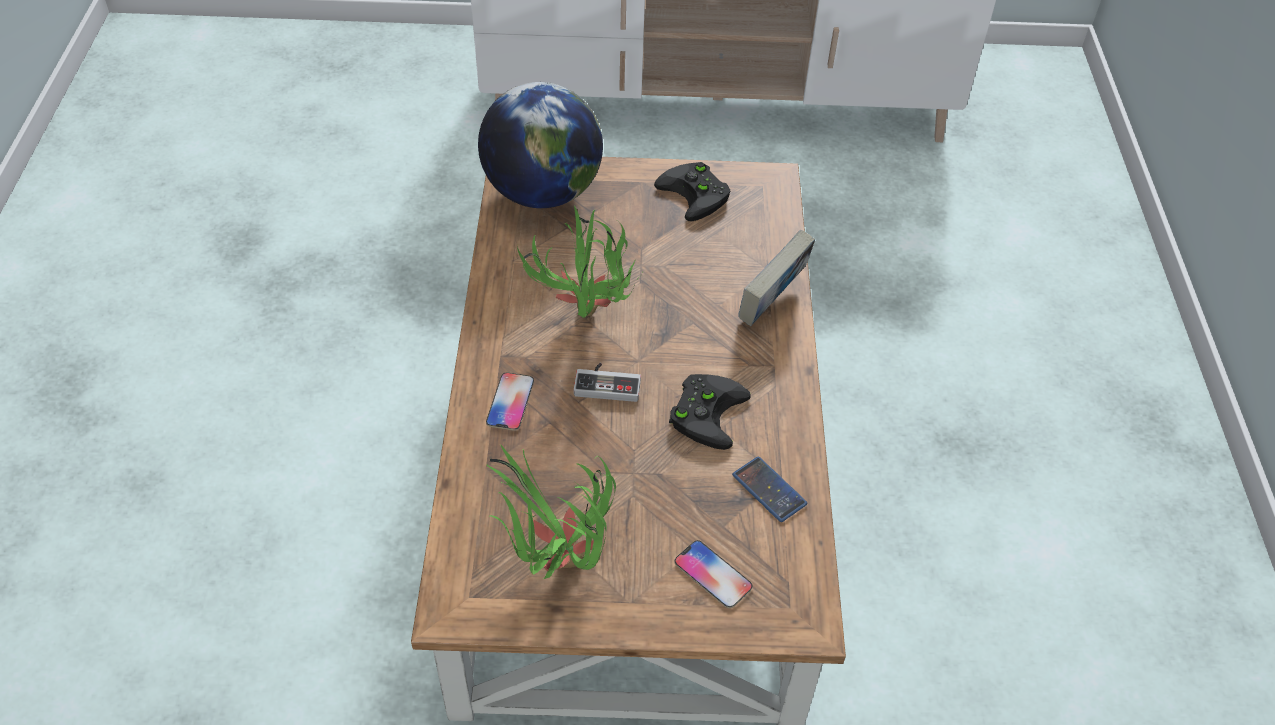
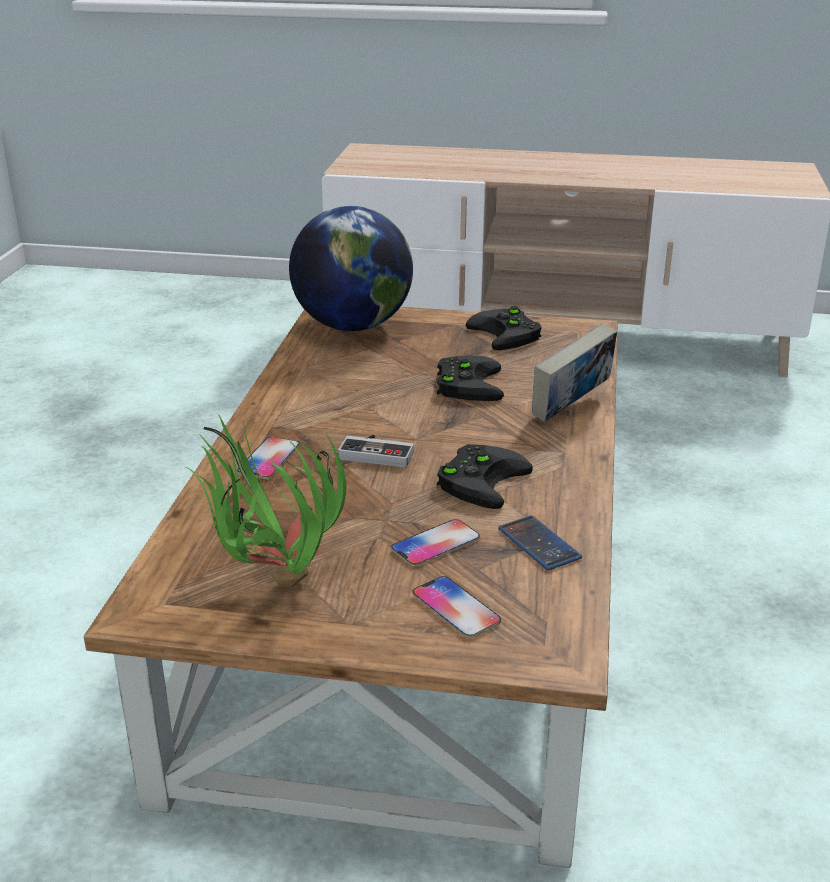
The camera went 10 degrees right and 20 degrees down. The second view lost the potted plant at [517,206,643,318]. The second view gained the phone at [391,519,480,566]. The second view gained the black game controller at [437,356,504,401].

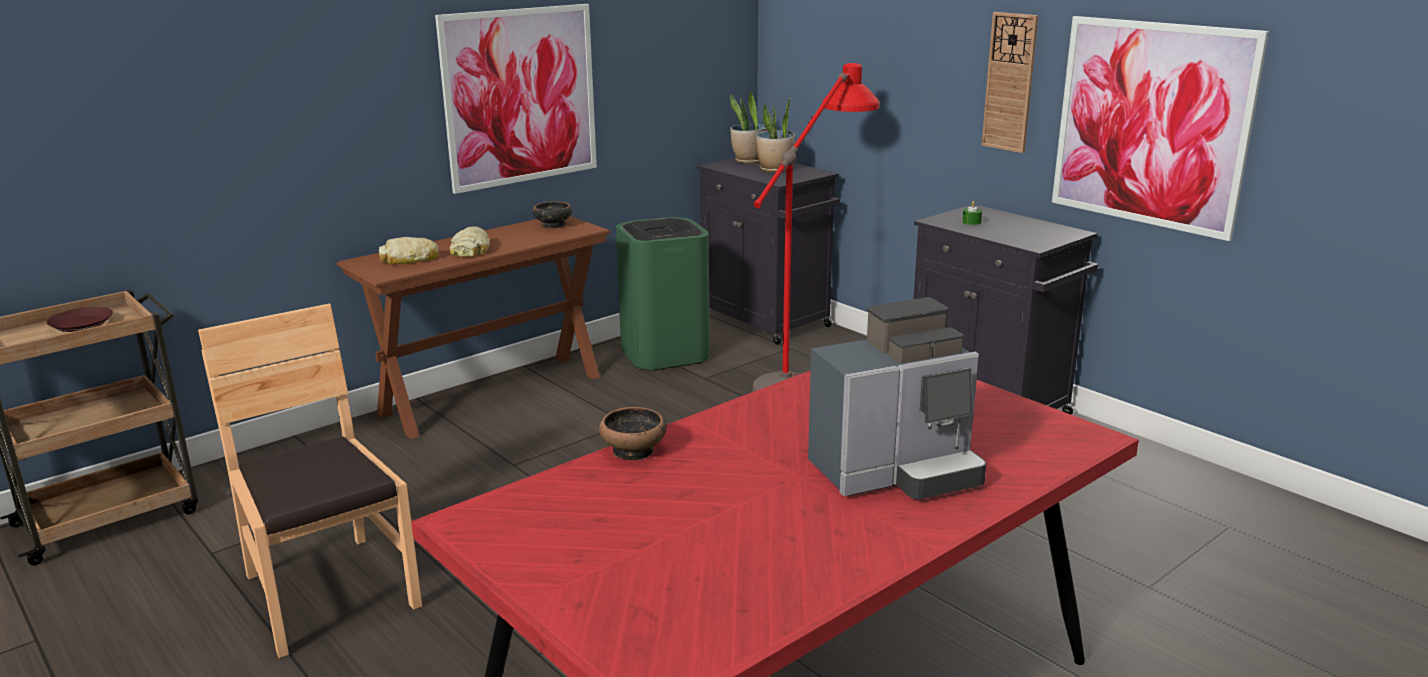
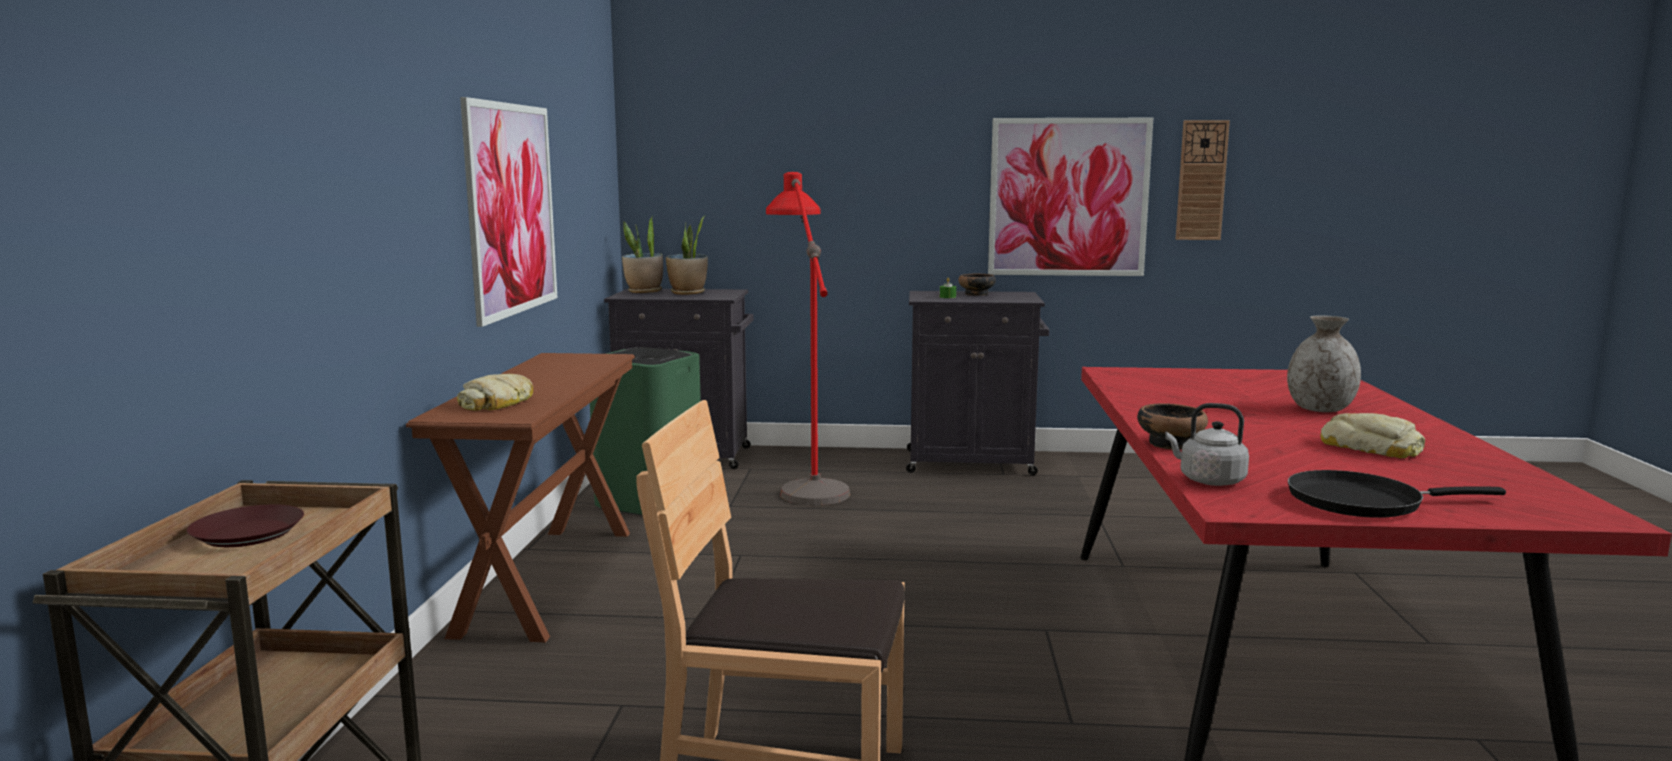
The camera went 45 degrees left and 10 degrees down. The second view gained the grey kettle at [1165,403,1249,486]. The second view gained the black frying pan at [1288,470,1506,518]. The bread ended up elsewhere, having gone from [450,226,490,257] to [1320,413,1425,458]. The bowl ended up elsewhere, having gone from [533,201,572,228] to [958,274,996,296]. The wall clock ended up elsewhere, having gone from [982,12,1038,153] to [1176,120,1230,240]. Where the coffee machine stood at [808,297,986,499], the grey vase came to stand at [1287,316,1361,412].

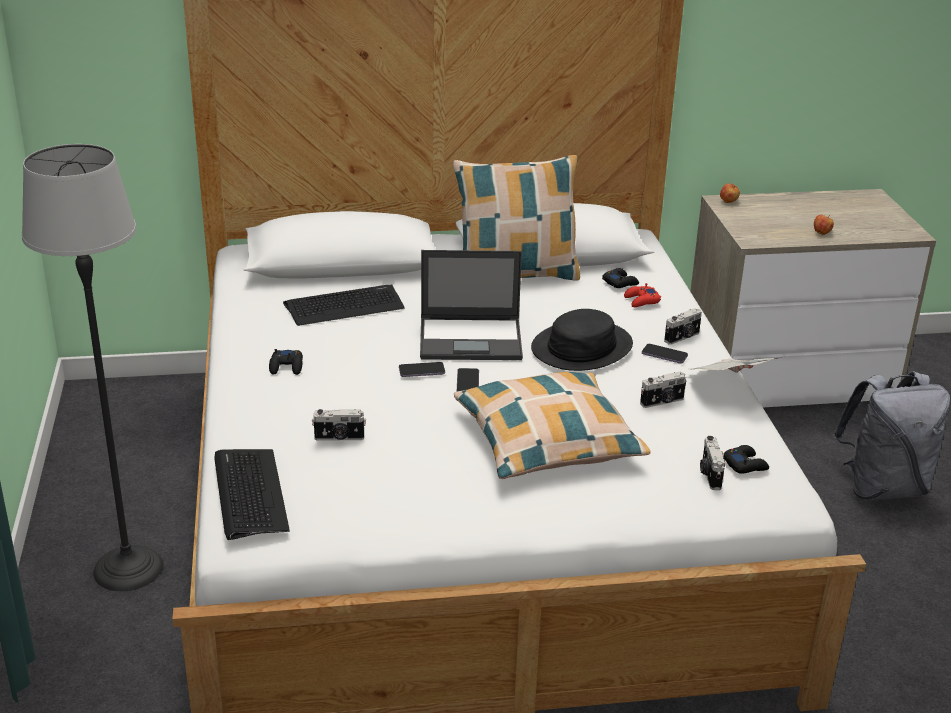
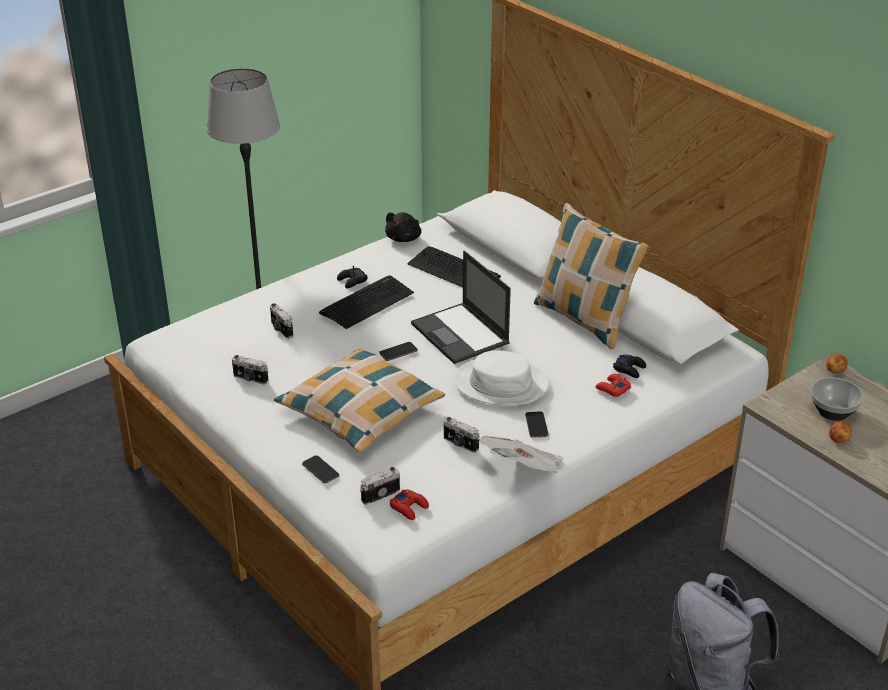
The camera went 60 degrees right and 5 degrees up. The second view gained the black plush toy at [385,213,421,242]. The second view gained the bowl at [811,378,864,421]. The keyboard ended up elsewhere, having gone from [214,449,290,540] to [319,275,414,329]. The phone ended up elsewhere, having gone from [399,362,445,377] to [302,455,339,484]. The photo camera ended up elsewhere, having gone from [664,308,702,345] to [232,355,269,385]. What was the black hat at [531,309,633,371] turned into the white hat at [454,351,548,405]. What was the black game controller at [723,445,769,474] turned into the red game controller at [390,489,429,520].

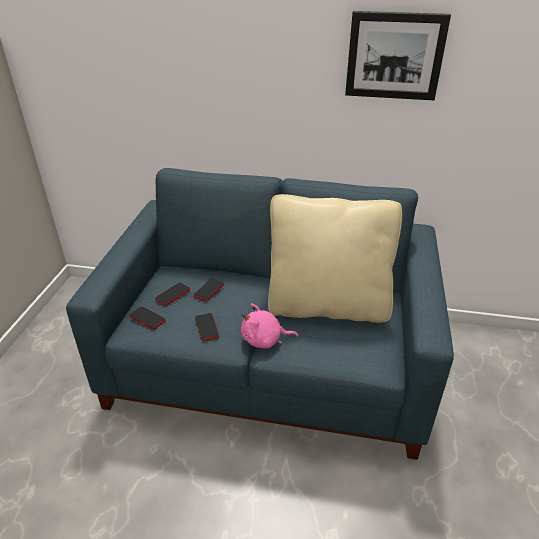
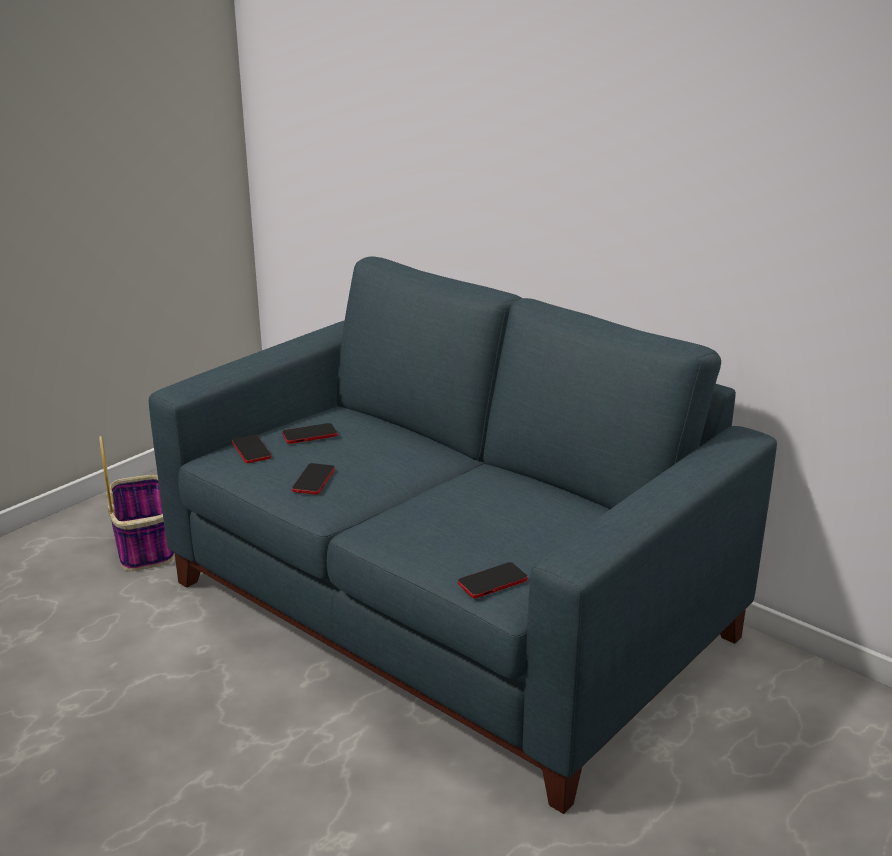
The camera went 30 degrees right and 10 degrees down. The second view lost the pink plush toy at [241,303,298,348]. The second view lost the beige pillow at [268,194,402,323]. The second view lost the picture at [345,11,451,100]. The second view gained the basket at [99,436,175,571]. The phone ended up elsewhere, having gone from [193,278,224,302] to [458,562,528,598].

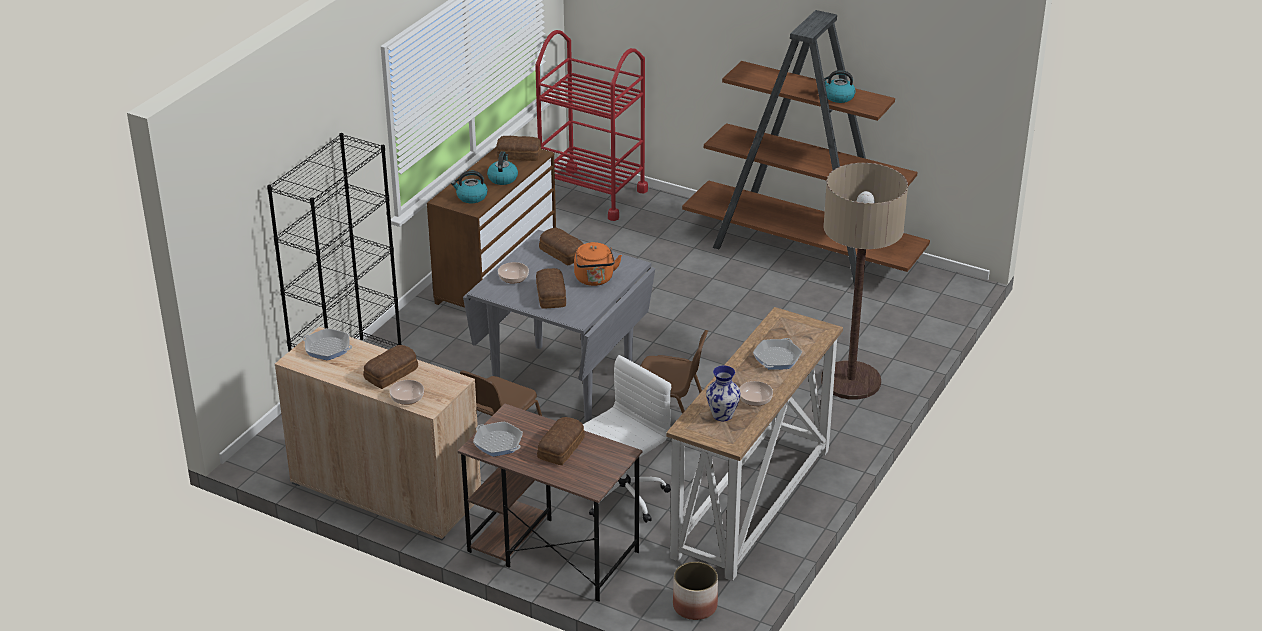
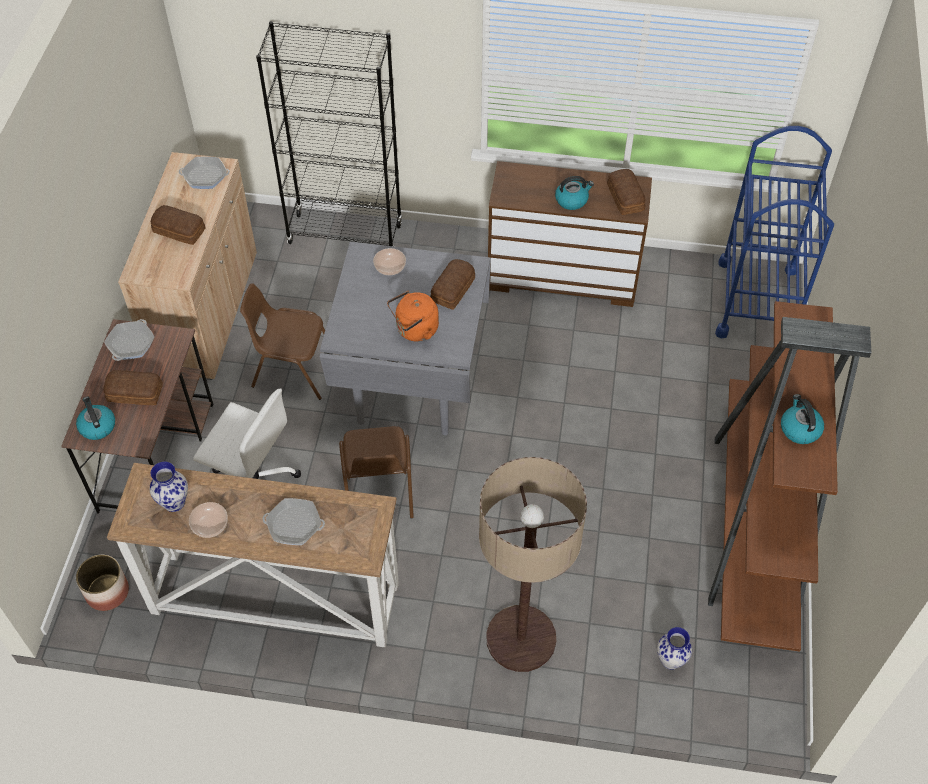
The camera went 70 degrees right and 20 degrees up. The second view lost the bowl at [389,380,424,405]. The second view lost the bread at [536,268,566,309]. The second view gained the vase at [657,627,692,670]. The kettle ended up elsewhere, having gone from [451,171,488,203] to [76,396,115,440]. What was the red cart at [535,30,648,221] turned into the blue cart at [715,126,834,339]. The frying pan at [302,328,352,360] ended up facing another way, 90 degrees counterclockwise from before.

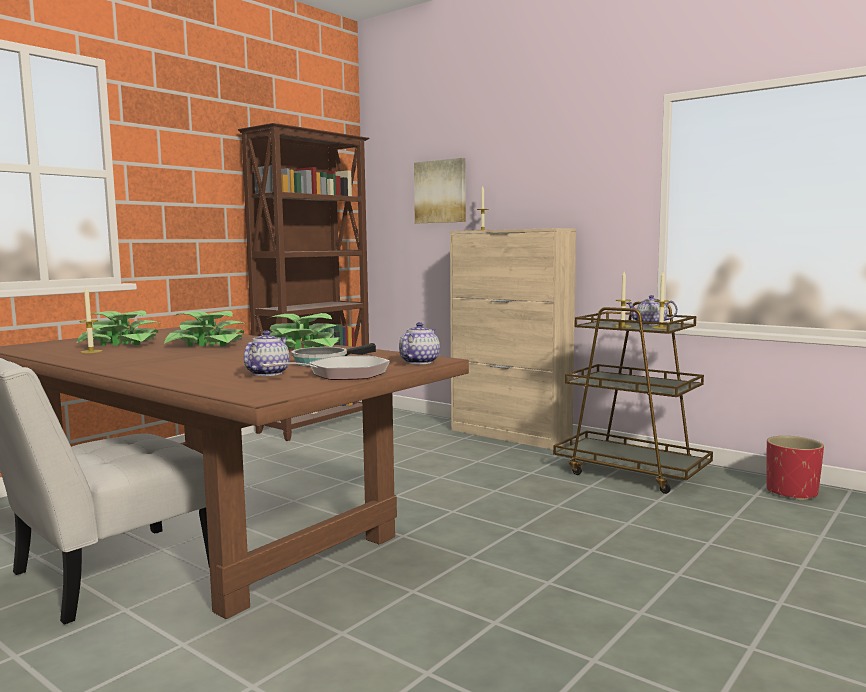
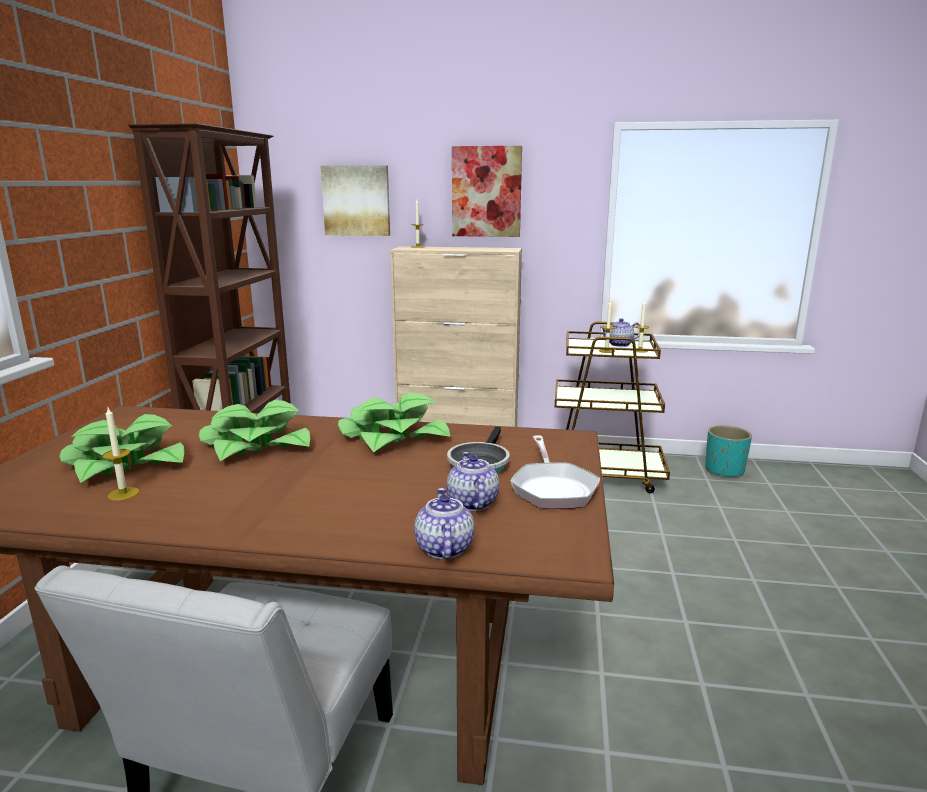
The camera went 30 degrees left and 10 degrees up. The second view gained the picture at [452,146,522,237]. The teapot ended up elsewhere, having gone from [399,322,440,364] to [414,488,474,559]. What was the red planter at [766,436,824,501] turned into the turquoise planter at [705,425,752,478]. The frying pan at [261,356,390,380] ended up facing another way, 150 degrees clockwise from before.

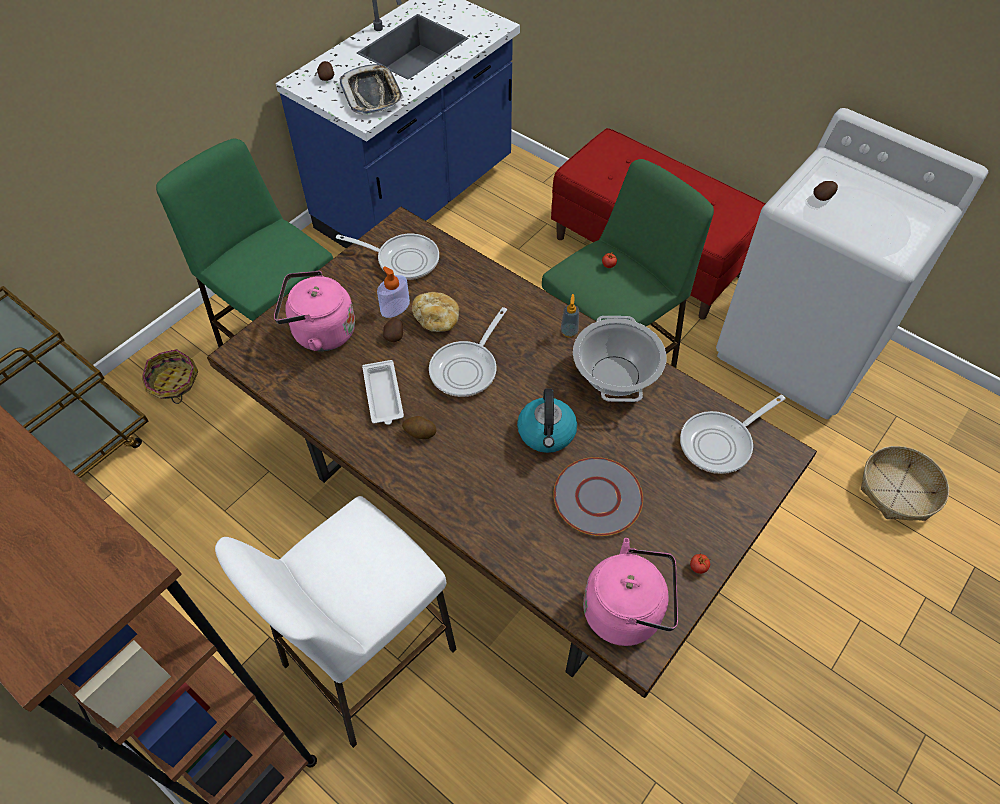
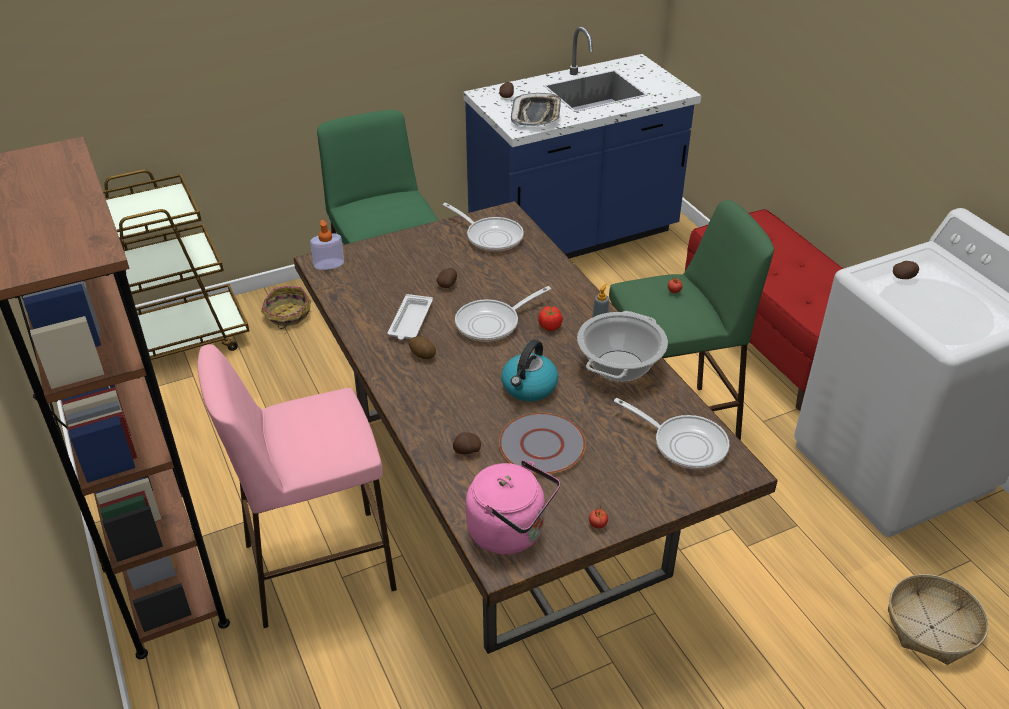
The camera went 25 degrees right and 15 degrees down. The second view lost the pink kettle at [274,271,355,351]. The second view lost the bread at [412,292,459,332]. The second view gained the potato at [453,432,481,454]. The second view gained the tomato at [538,306,563,331]. The soap dispenser ended up elsewhere, having gone from [377,266,410,318] to [310,220,344,270]. What was the white stool at [215,496,456,748] turned into the pink stool at [197,344,397,628]. The frying pan at [680,395,785,474] ended up facing another way, 135 degrees counterclockwise from before.

